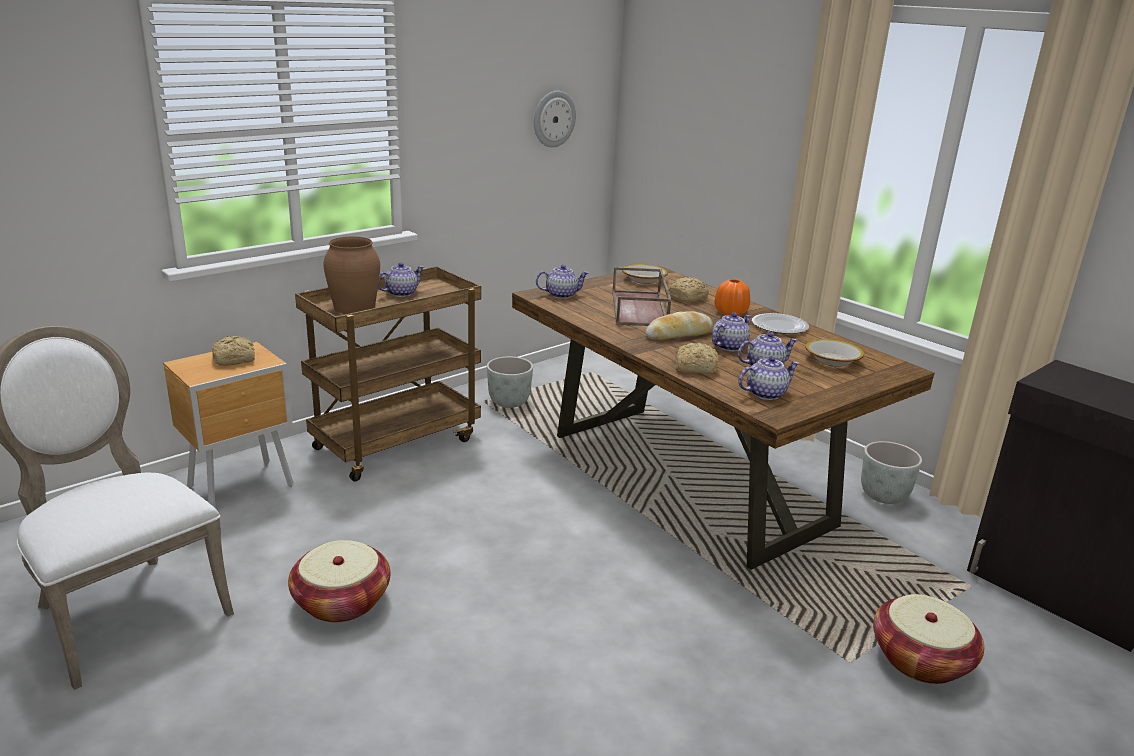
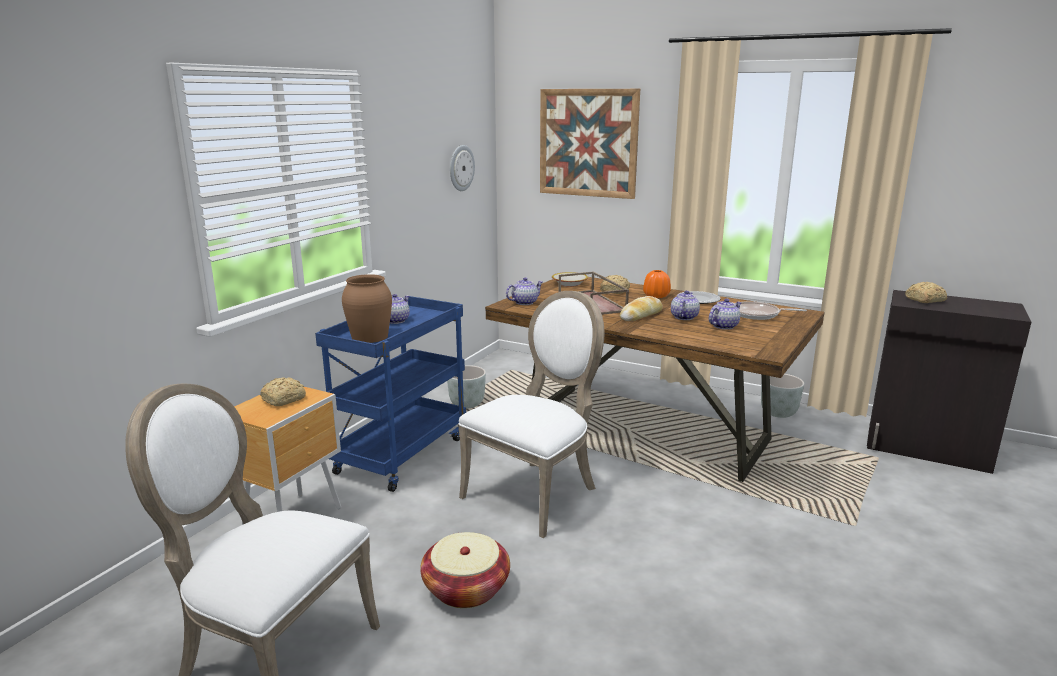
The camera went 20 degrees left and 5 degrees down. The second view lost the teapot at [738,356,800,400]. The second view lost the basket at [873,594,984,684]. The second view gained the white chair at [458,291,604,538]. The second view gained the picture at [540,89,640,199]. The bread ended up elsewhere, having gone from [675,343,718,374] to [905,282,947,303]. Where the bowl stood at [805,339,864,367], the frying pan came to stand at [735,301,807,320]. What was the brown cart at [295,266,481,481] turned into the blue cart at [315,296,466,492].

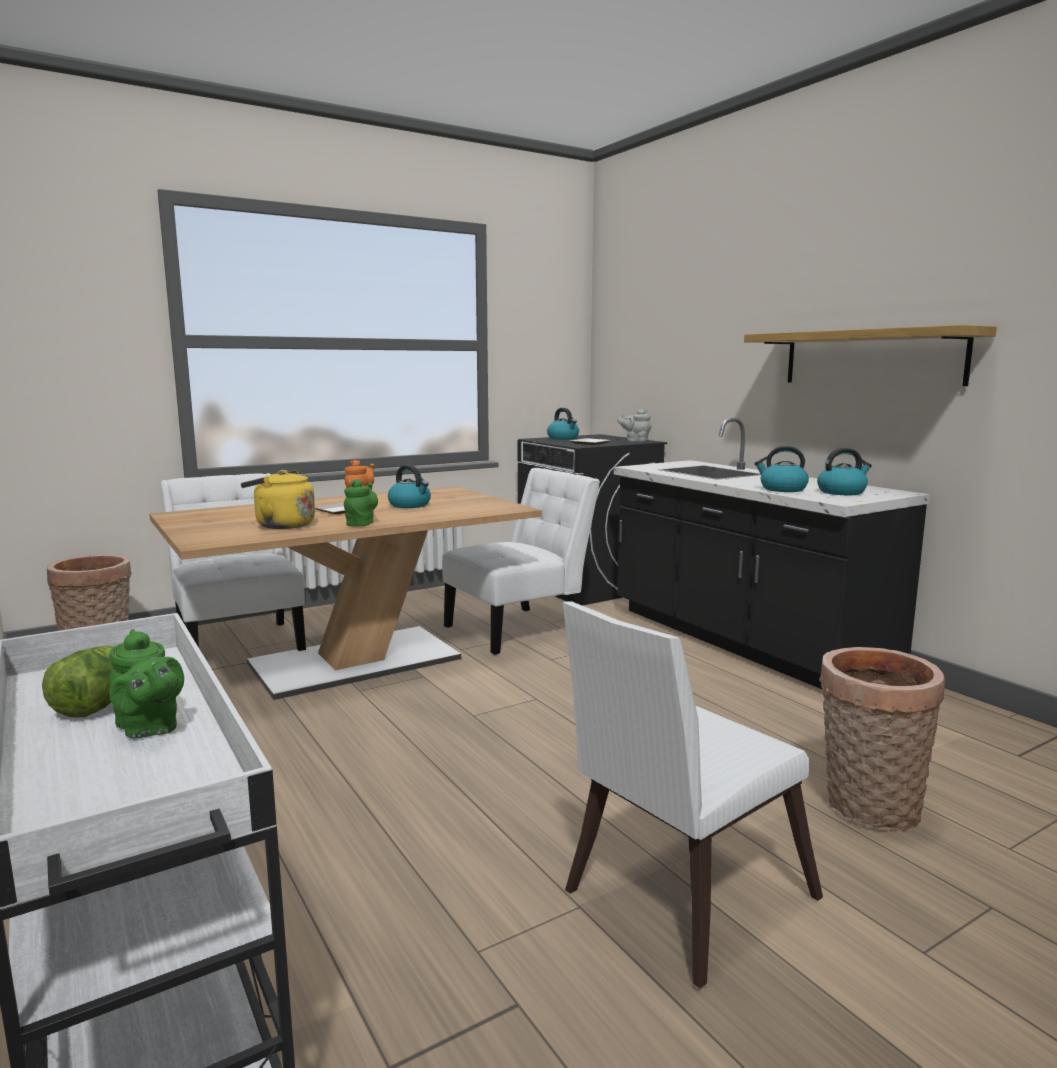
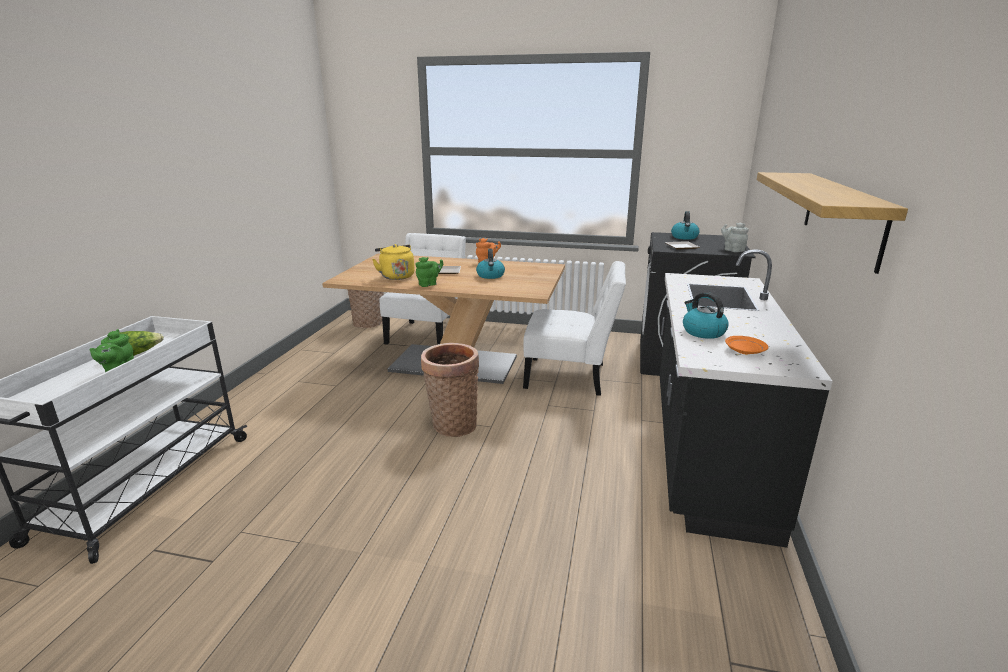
The camera went 45 degrees right and 10 degrees up. The second view lost the white chair at [563,601,823,988]. The basket ended up elsewhere, having gone from [819,647,945,831] to [421,343,479,437]. Where the kettle stood at [817,448,872,495], the orange plate came to stand at [725,336,768,354].

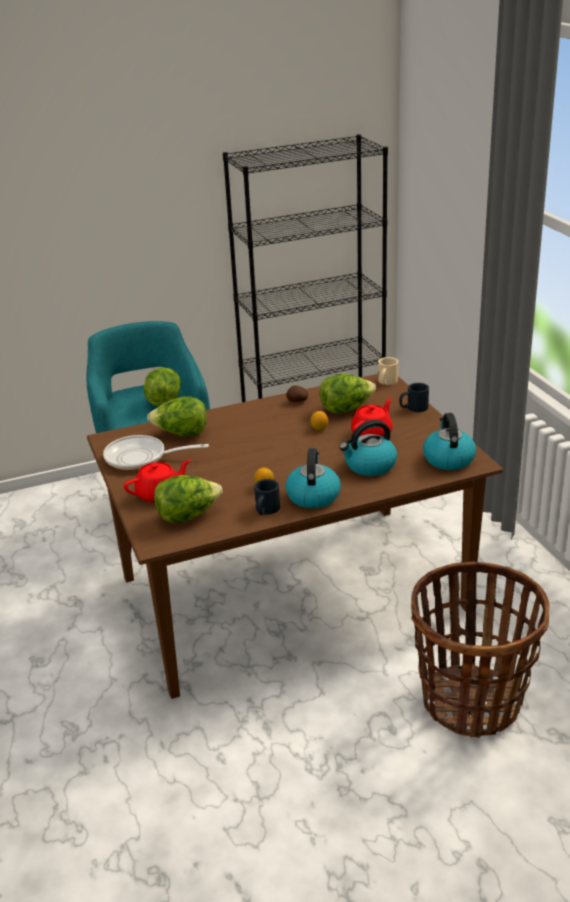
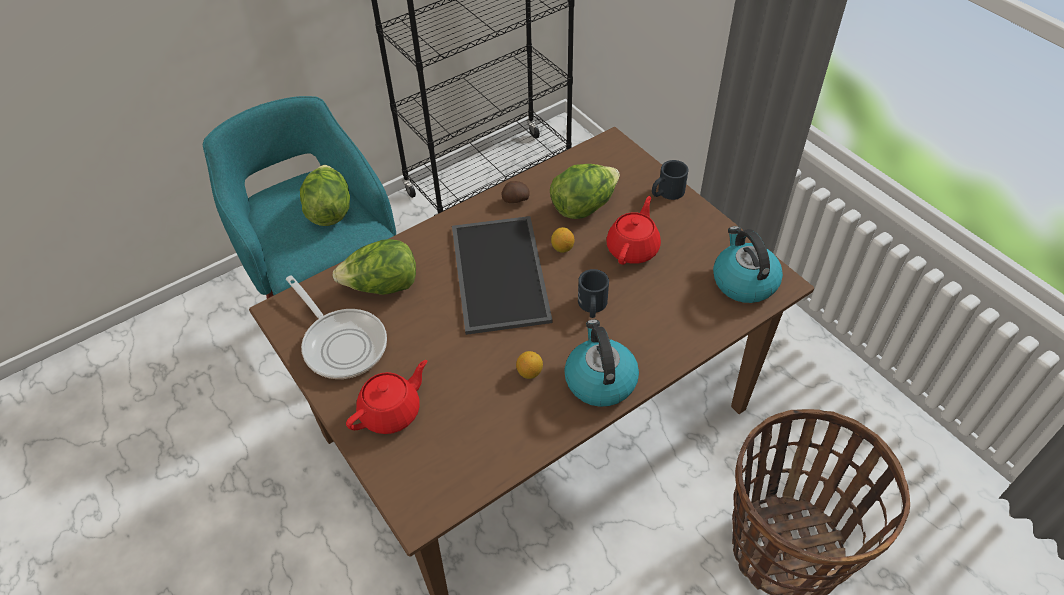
The camera went 15 degrees left and 20 degrees up. The second view lost the lettuce at [154,475,223,523]. The second view lost the kettle at [339,420,397,476]. The second view lost the beige mug at [378,357,398,385]. The second view gained the tray at [452,216,552,335]. The black mug ended up elsewhere, having gone from [254,479,280,515] to [578,269,609,318]. The frying pan at [103,435,209,470] ended up facing another way, 120 degrees counterclockwise from before.

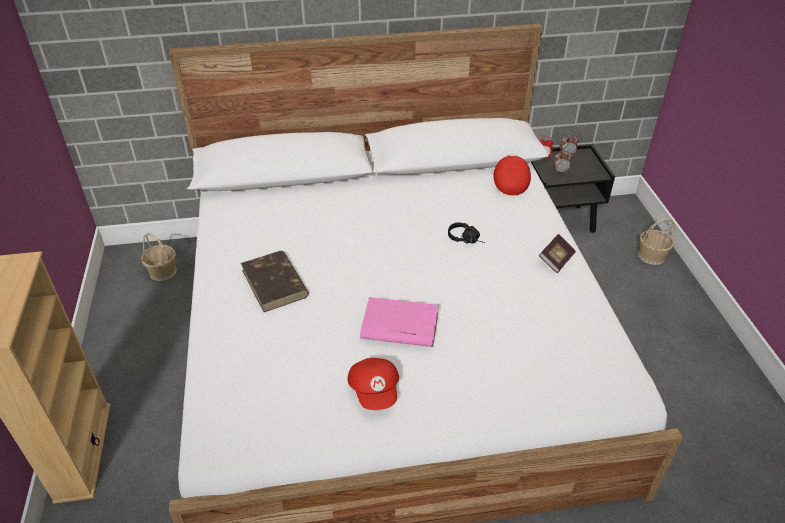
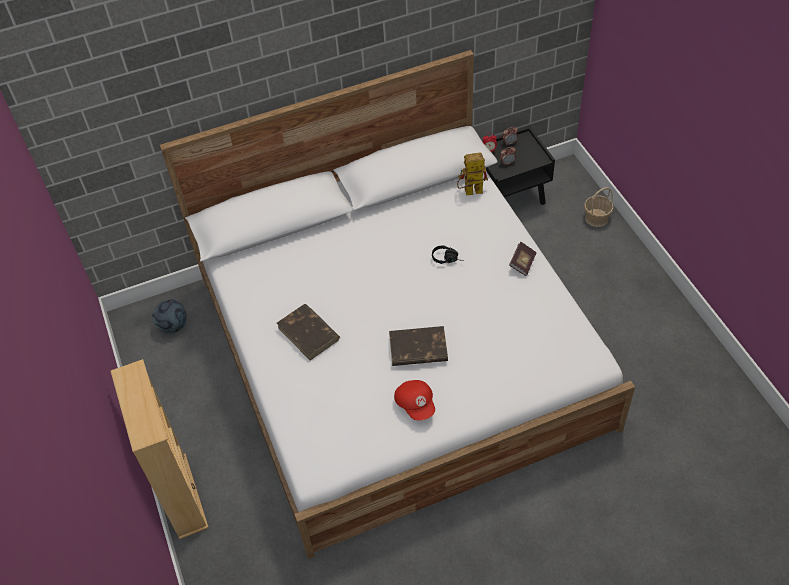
The camera went 10 degrees left and 10 degrees up. Where the basket stood at [141,233,177,281], the football came to stand at [153,300,187,333]. Where the red cap stood at [493,155,531,195], the toy robot came to stand at [457,152,488,195]. What was the pink book at [360,297,439,347] turned into the brown book at [389,326,448,366].

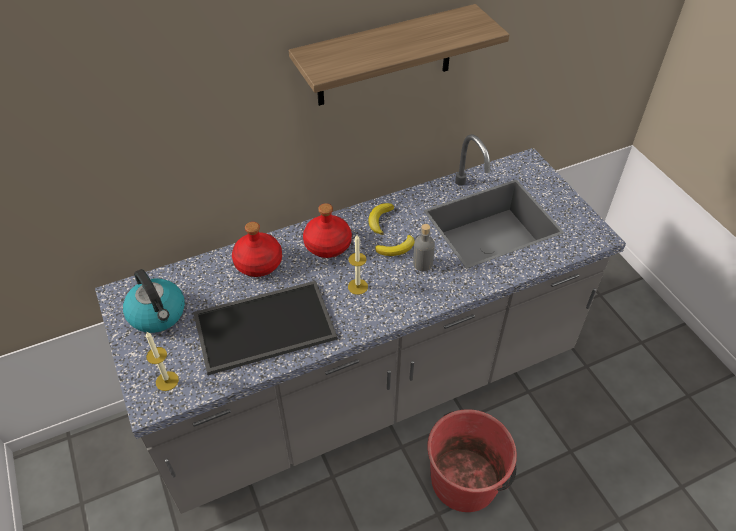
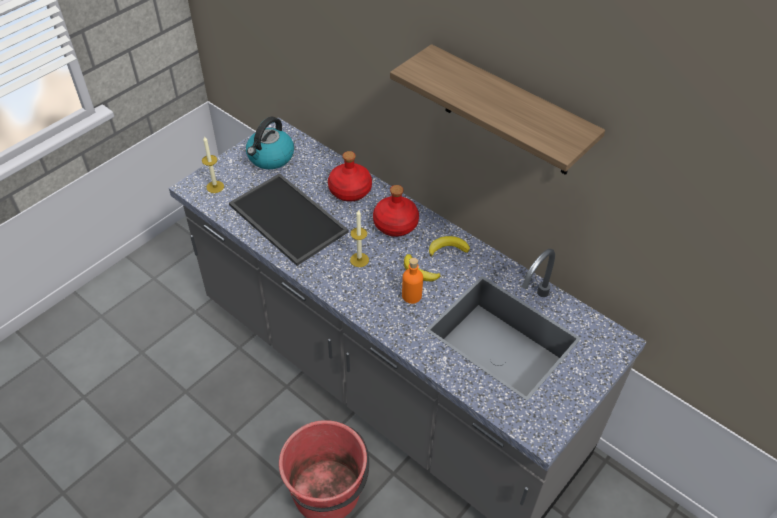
The camera went 65 degrees right and 0 degrees up. What was the grey bottle at [413,224,435,271] turned into the orange bottle at [402,258,423,304].

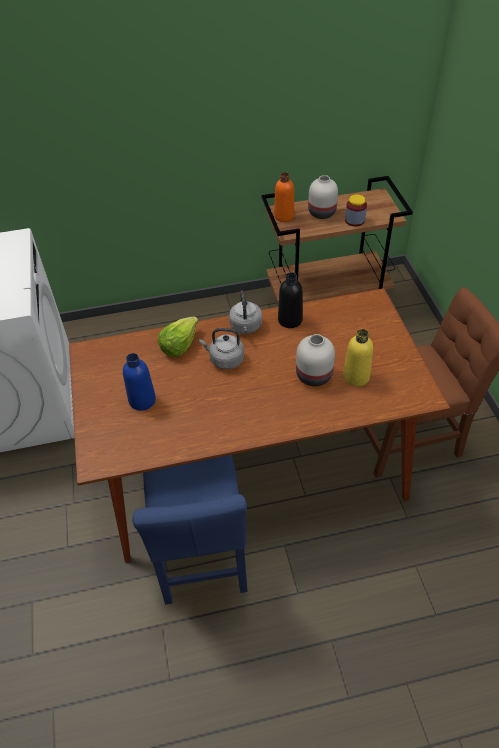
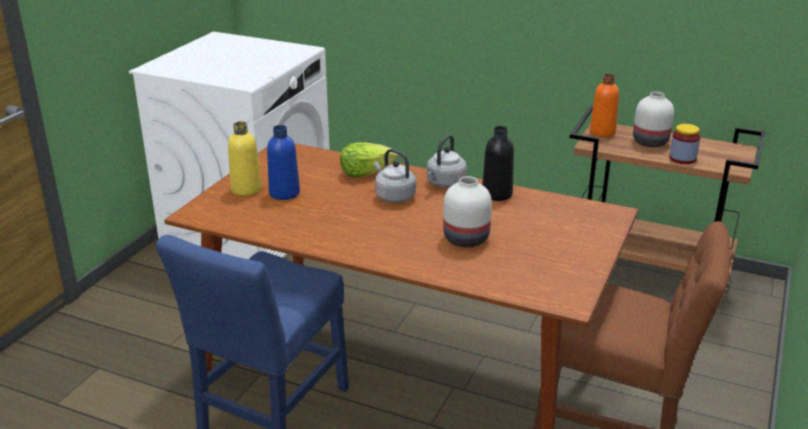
The camera went 35 degrees right and 20 degrees down. The yellow bottle ended up elsewhere, having gone from [343,329,373,387] to [228,121,262,196].

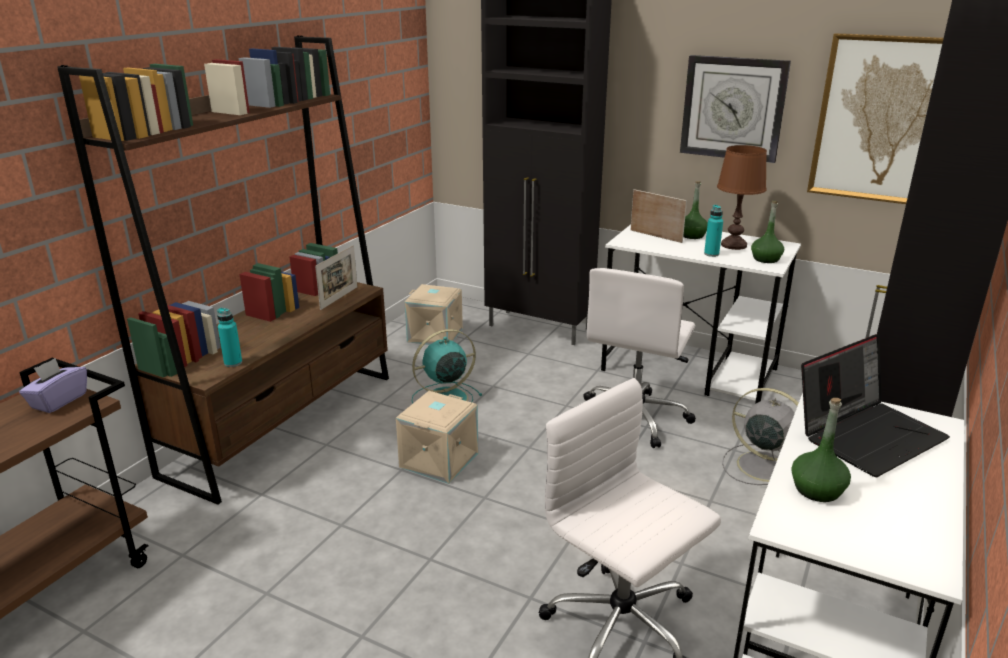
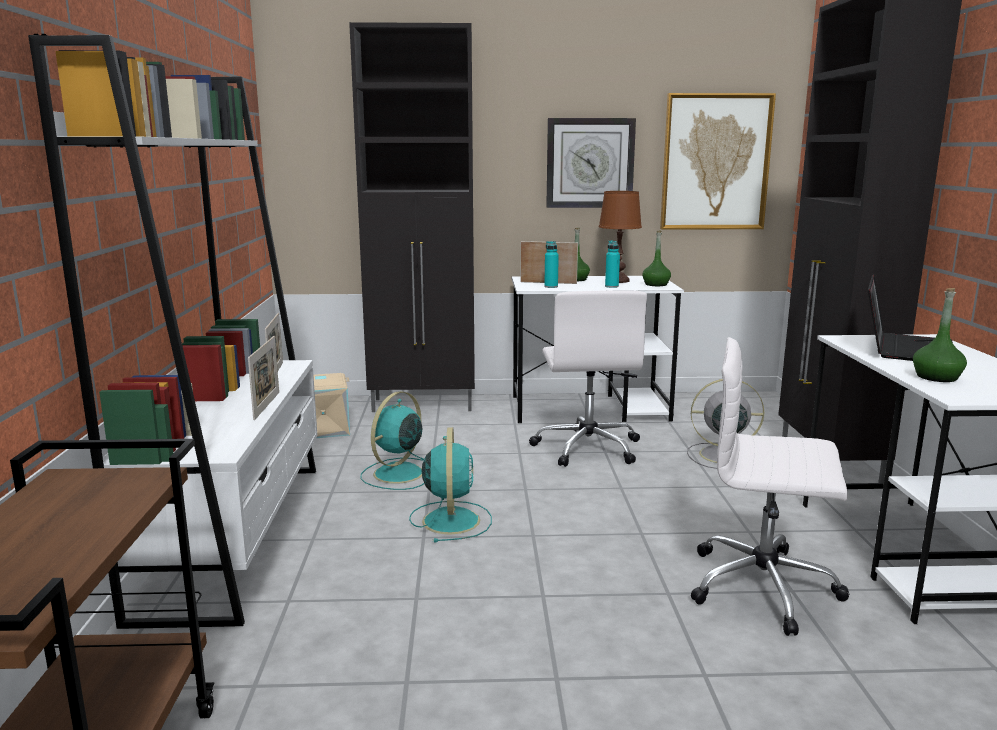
The camera went 30 degrees left and 10 degrees down. The second view lost the purple tissue box at [19,358,87,413]. The second view gained the picture frame at [248,336,279,420]. The turquoise bottle ended up elsewhere, having gone from [217,308,242,367] to [544,241,559,288]. Where the beige storage box stood at [396,391,478,484], the turquoise fan came to stand at [409,427,492,542]. What was the brown bookcase at [57,35,389,505] turned into the white bookcase at [28,34,318,629].

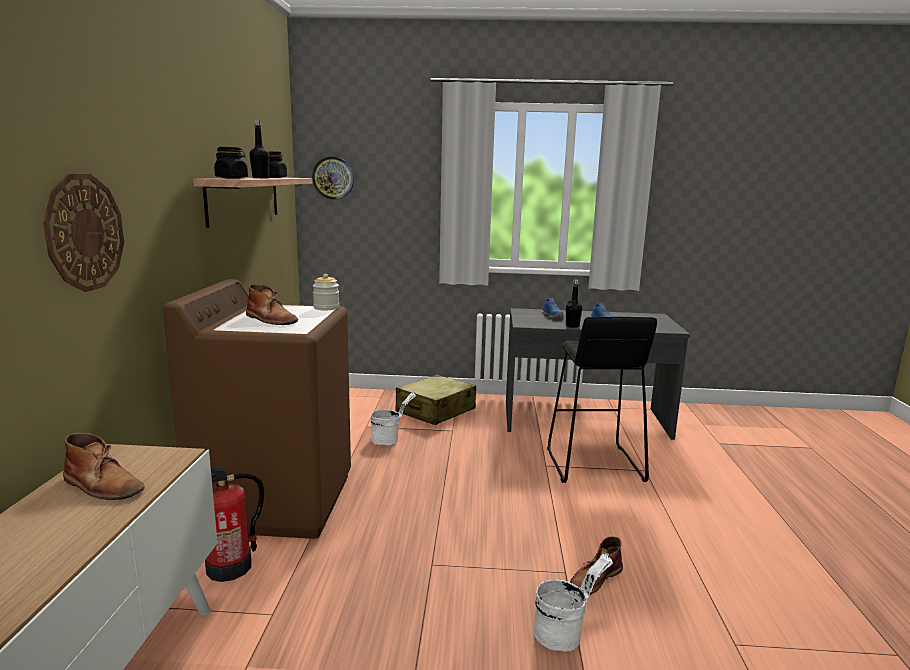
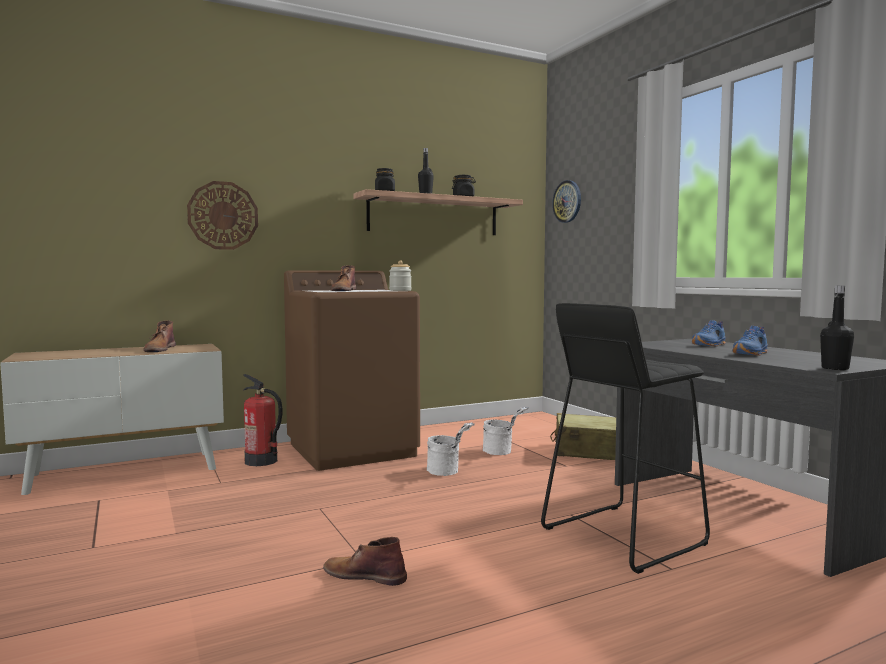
The camera went 60 degrees right and 10 degrees down. The white bucket ended up elsewhere, having gone from [534,553,613,652] to [427,423,475,476]. The black bottle ended up elsewhere, having gone from [566,280,582,328] to [820,286,854,370].

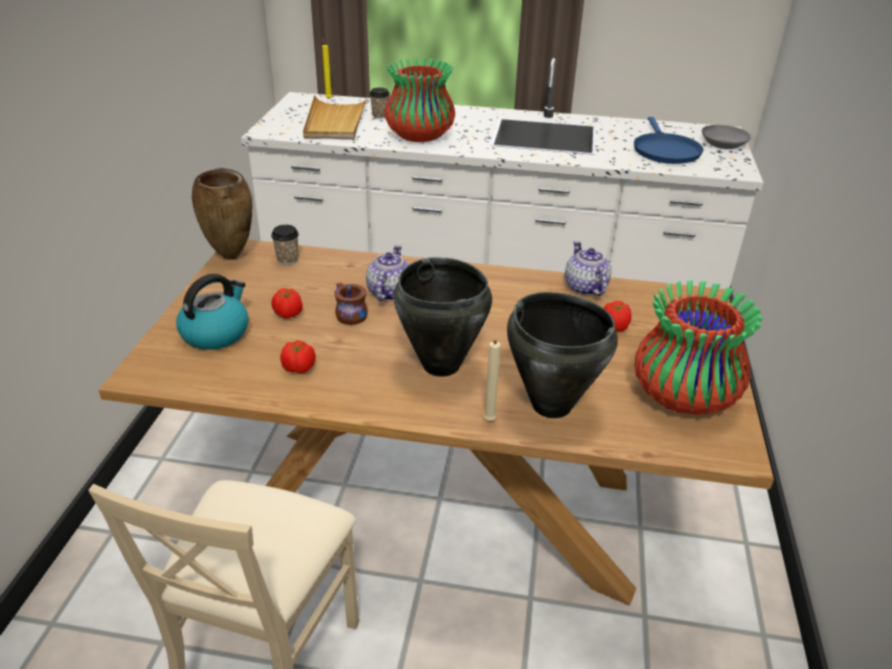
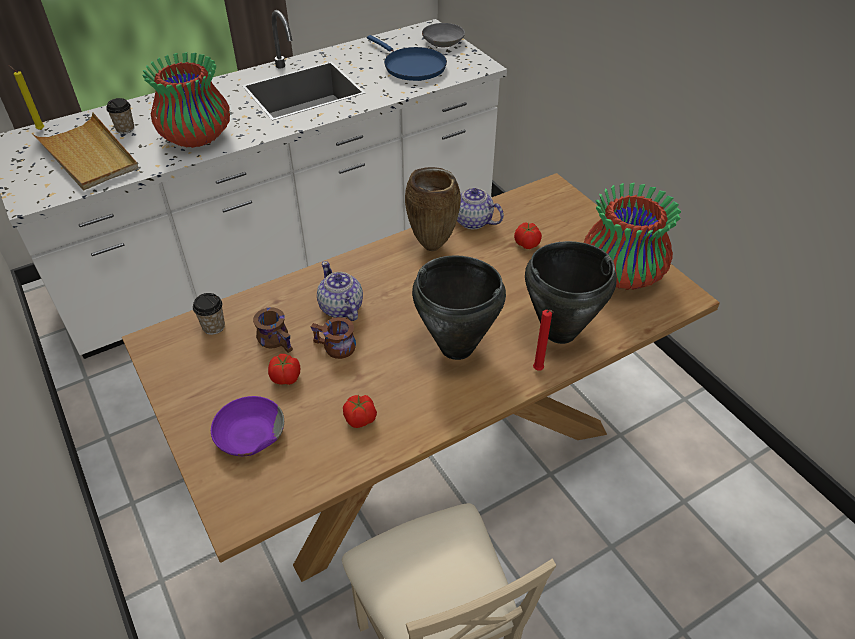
The camera went 40 degrees left and 10 degrees up. The second view gained the brown mug at [253,307,293,353]. The brown vase ended up elsewhere, having gone from [192,168,253,260] to [405,167,461,251]. Where the kettle stood at [176,274,249,350], the purple bowl came to stand at [211,396,284,456]. What was the beige candle at [483,341,501,420] turned into the red candle at [533,310,554,370].

